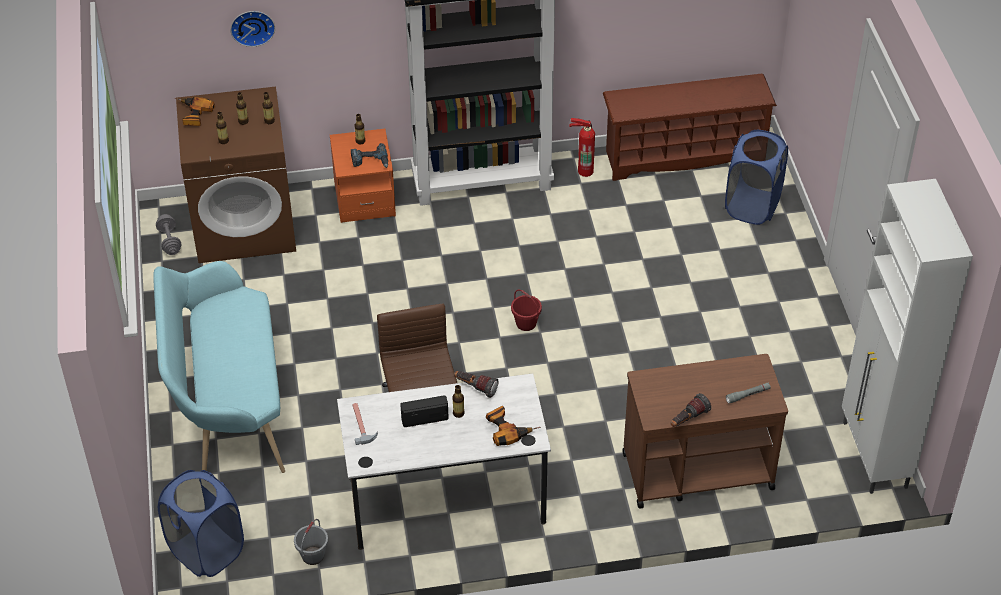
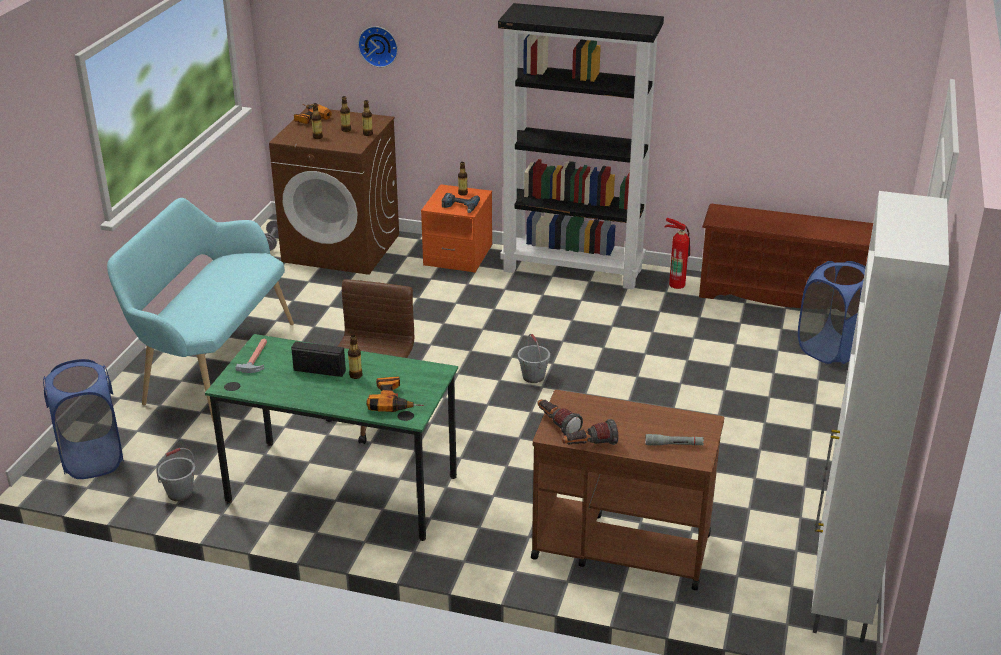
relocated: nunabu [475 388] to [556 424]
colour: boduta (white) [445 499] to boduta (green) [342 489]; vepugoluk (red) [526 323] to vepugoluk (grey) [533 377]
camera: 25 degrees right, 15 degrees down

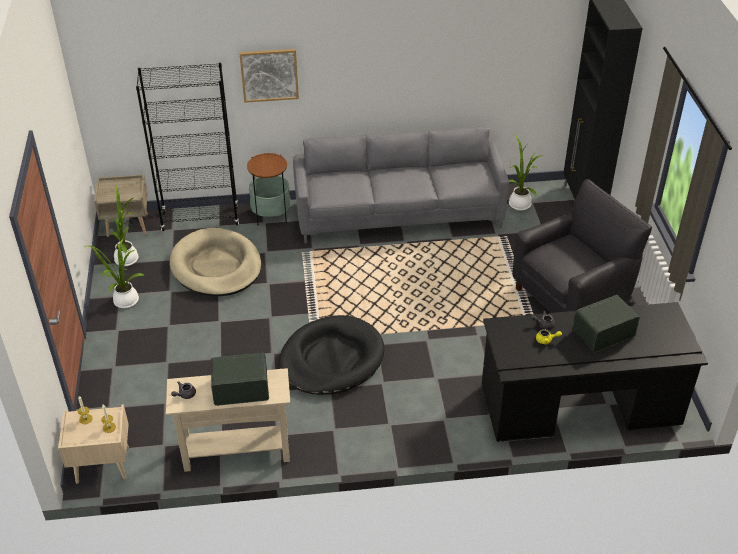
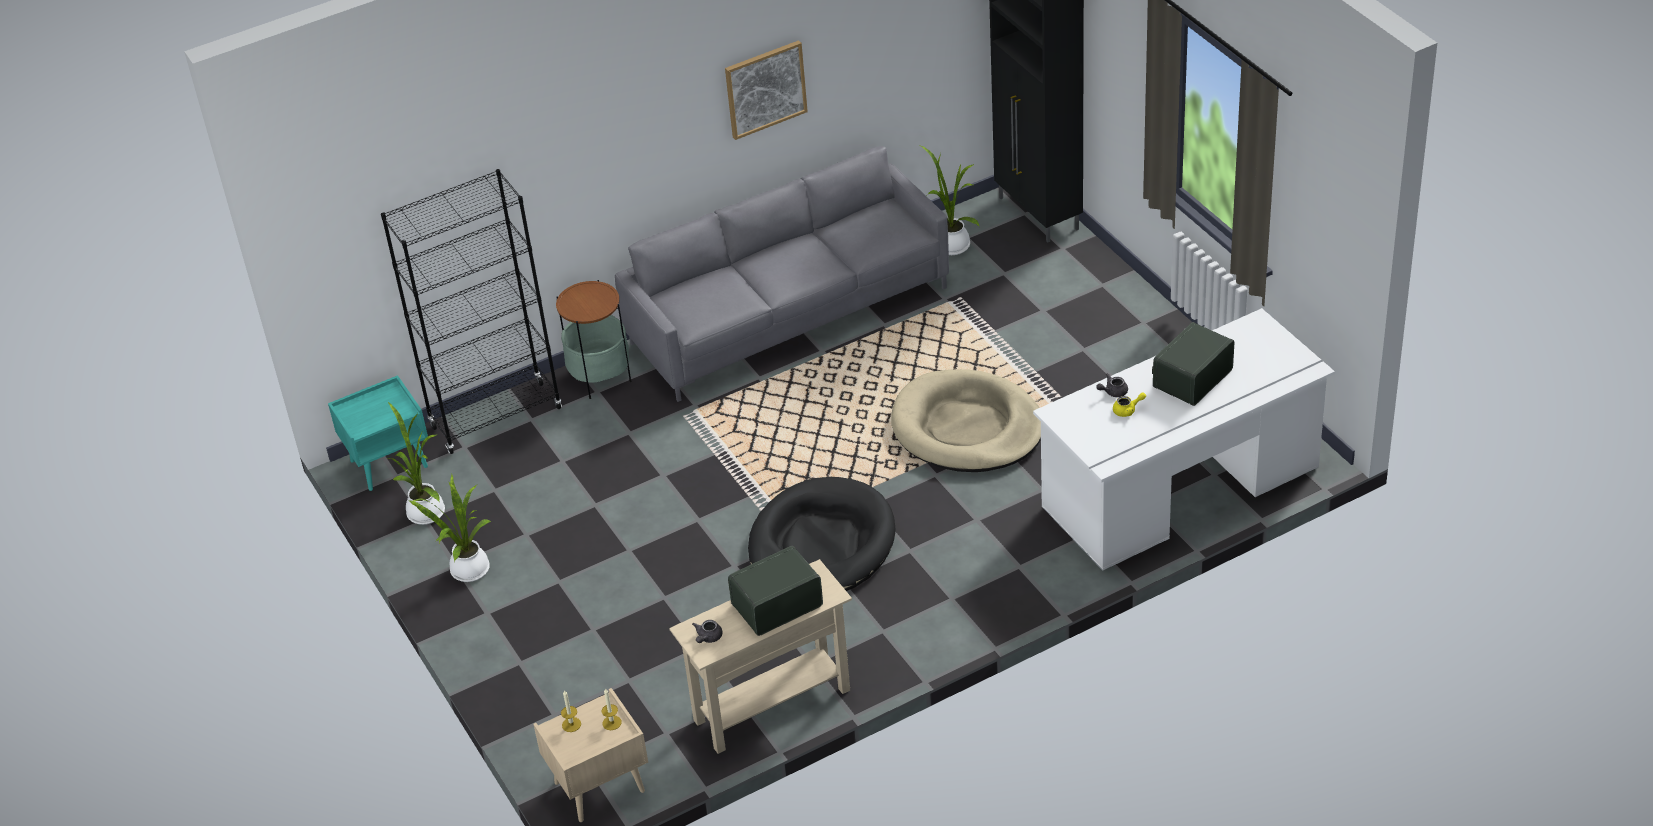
missing: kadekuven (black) [572 297]
relocated: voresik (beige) [216 266] to [967 427]; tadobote [269 75] to [765 89]
colour: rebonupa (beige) [128 225] to rebonupa (turquoise) [389 463]; boduta (black) [580 405] to boduta (white) [1181 489]
camera: 20 degrees left, 0 degrees up

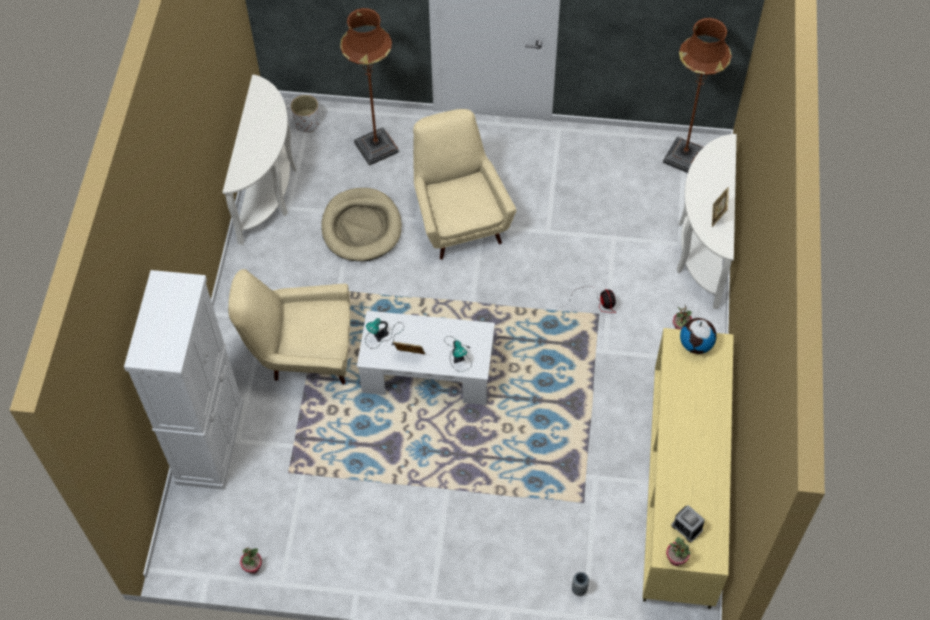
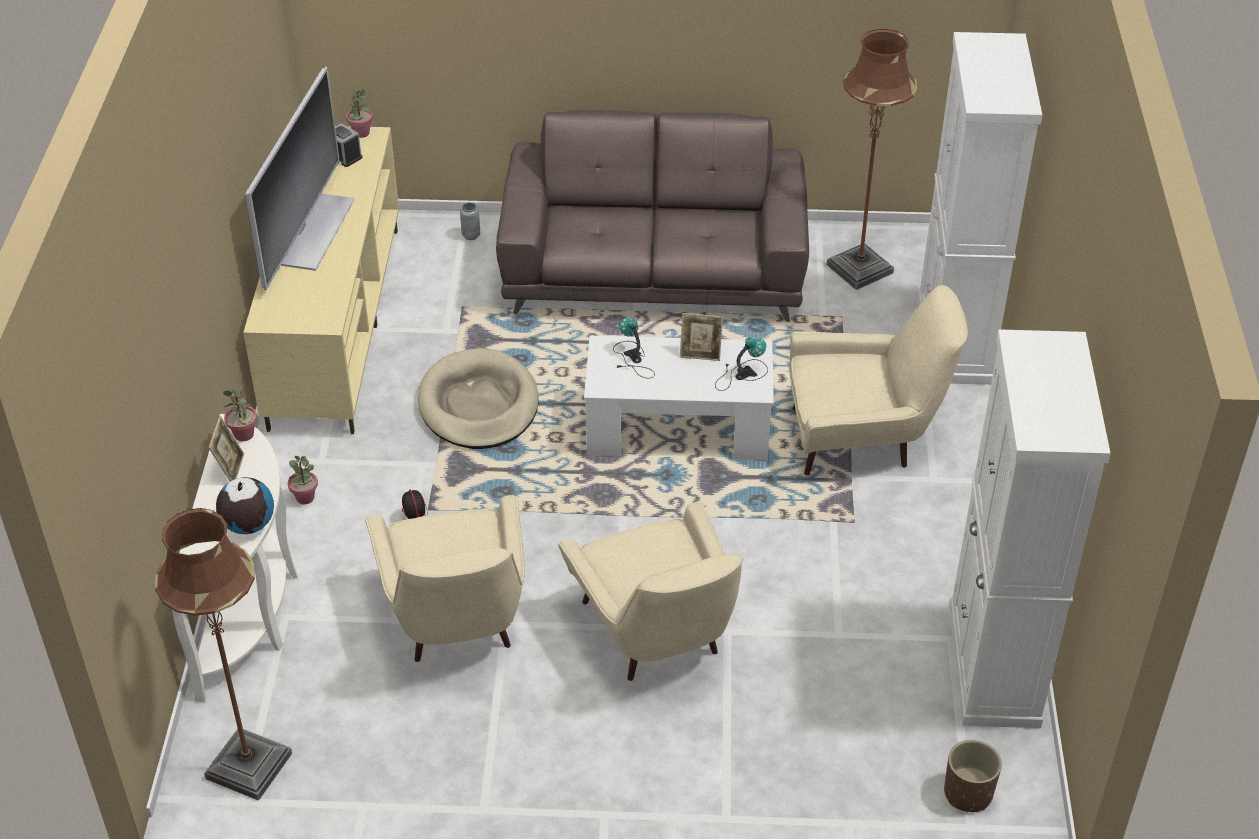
appeared: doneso [315 231]; kadekuven (beige) [457 623]; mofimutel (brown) [654 270]
relocated: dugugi [253 567] to [244 434]; voresik (beige) [361 227] to [478 405]; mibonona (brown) [376 147] to [860 269]; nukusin [696 344] to [248 525]
exchanged: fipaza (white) [270 190] to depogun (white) [993 665]
colour: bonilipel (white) [307 123] to bonilipel (brown) [968 793]
camera: 175 degrees right, 15 degrees down

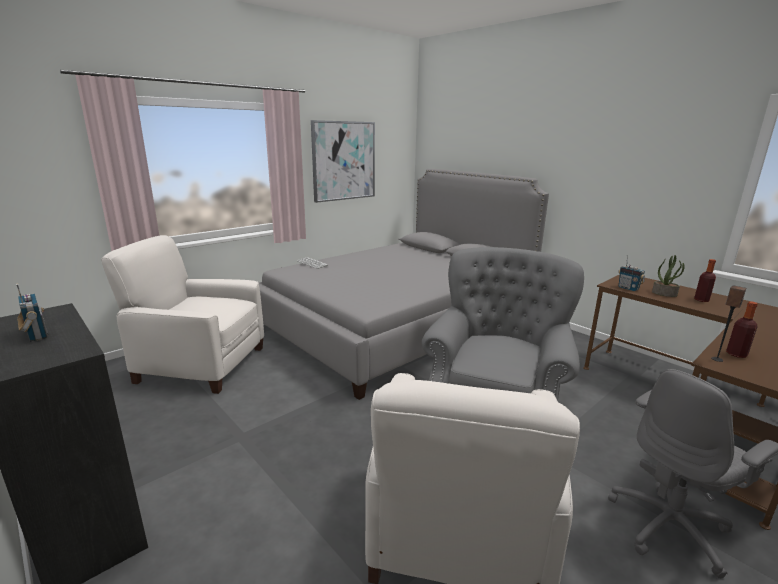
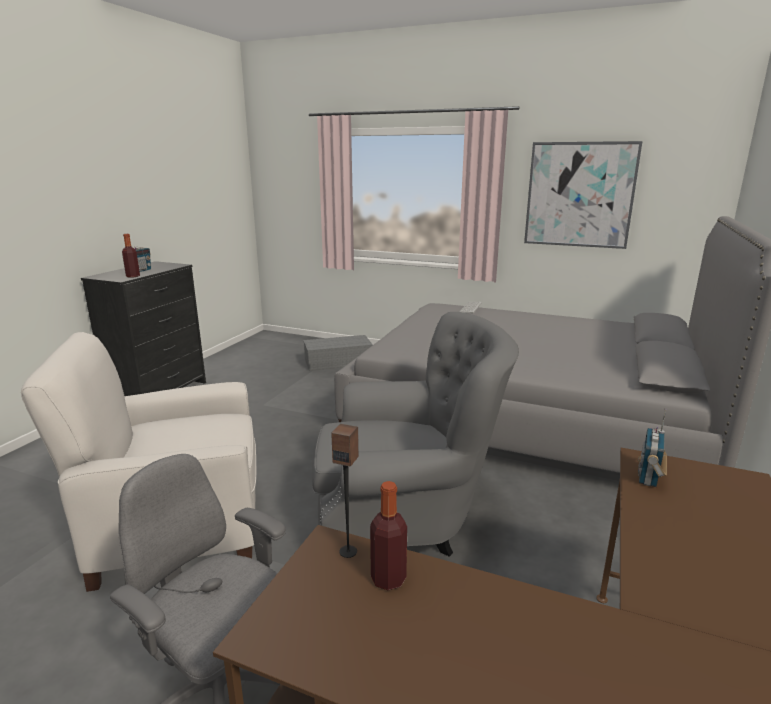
missing: dugugi [664 294]
relocated: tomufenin [701 300] to [133 276]
exchanged: kadekuven (white) [200 364] to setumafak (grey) [339 362]
camera: 65 degrees right, 0 degrees up

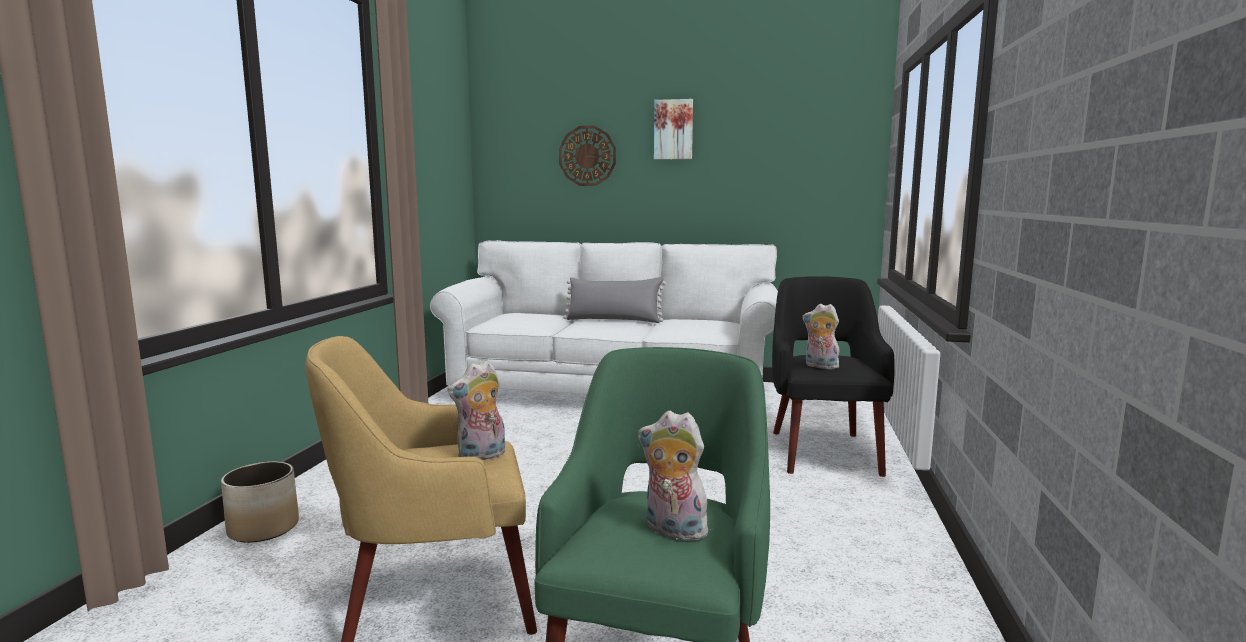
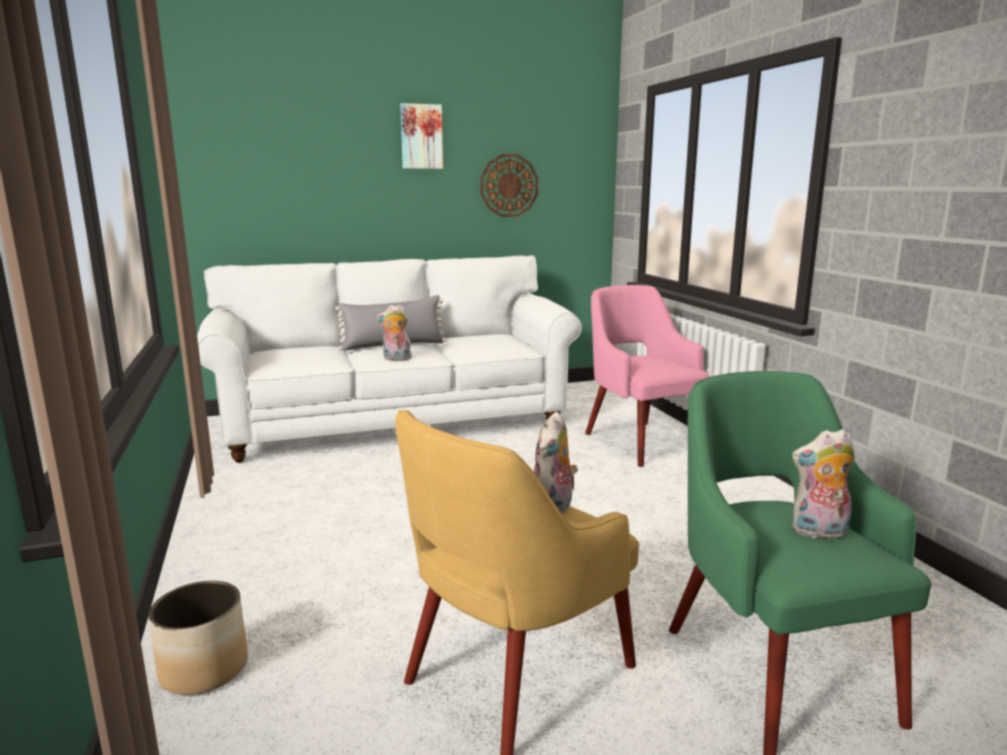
relocated: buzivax [587 156] to [509 185]; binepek [820 366] to [396 359]
colour: kadekuven (black) [823 451] to kadekuven (pink) [641 441]
camera: 30 degrees left, 5 degrees up

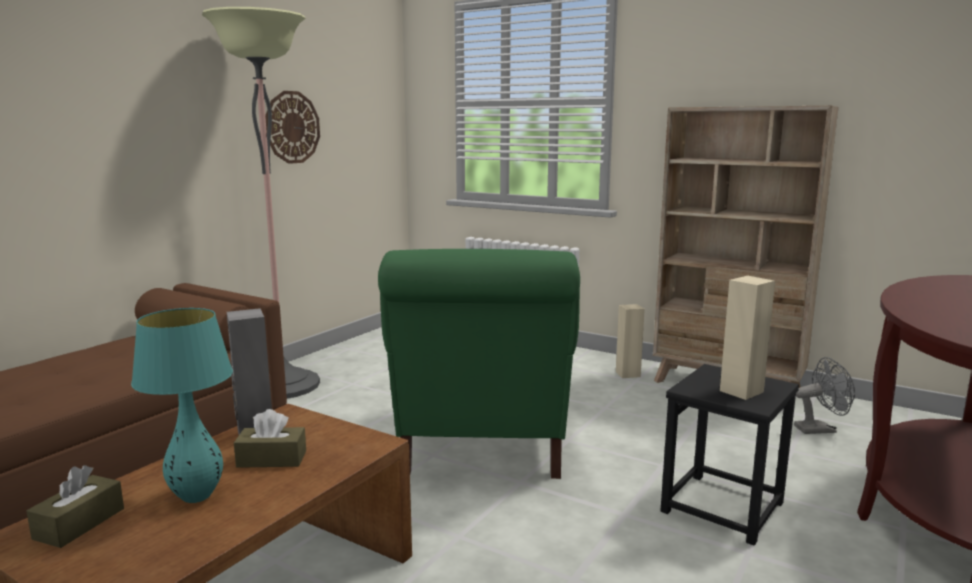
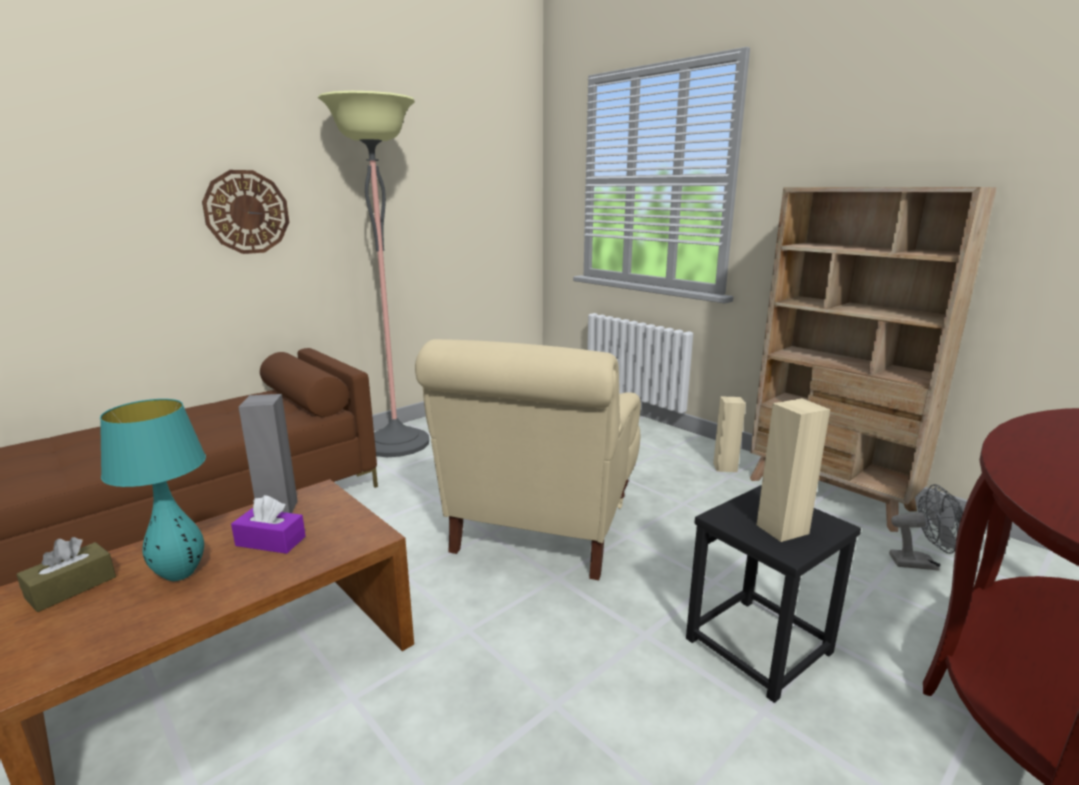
relocated: buzivax [292 127] to [247 212]
colour: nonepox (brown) [272 459] to nonepox (purple) [270 541]; kadekuven (green) [482 444] to kadekuven (beige) [540 529]
camera: 15 degrees right, 5 degrees up

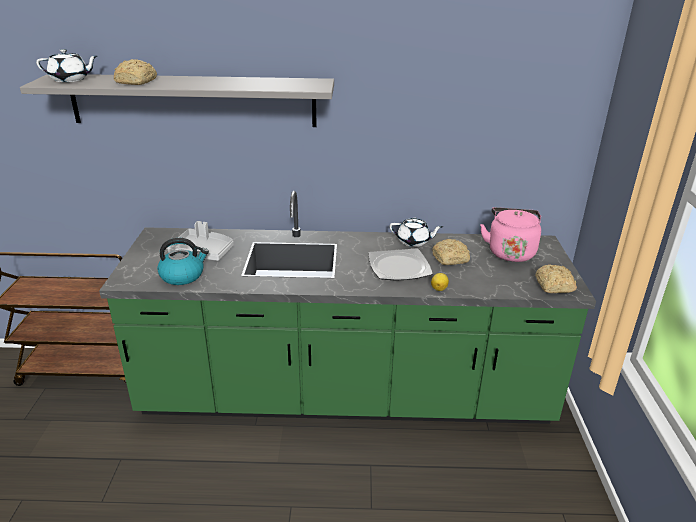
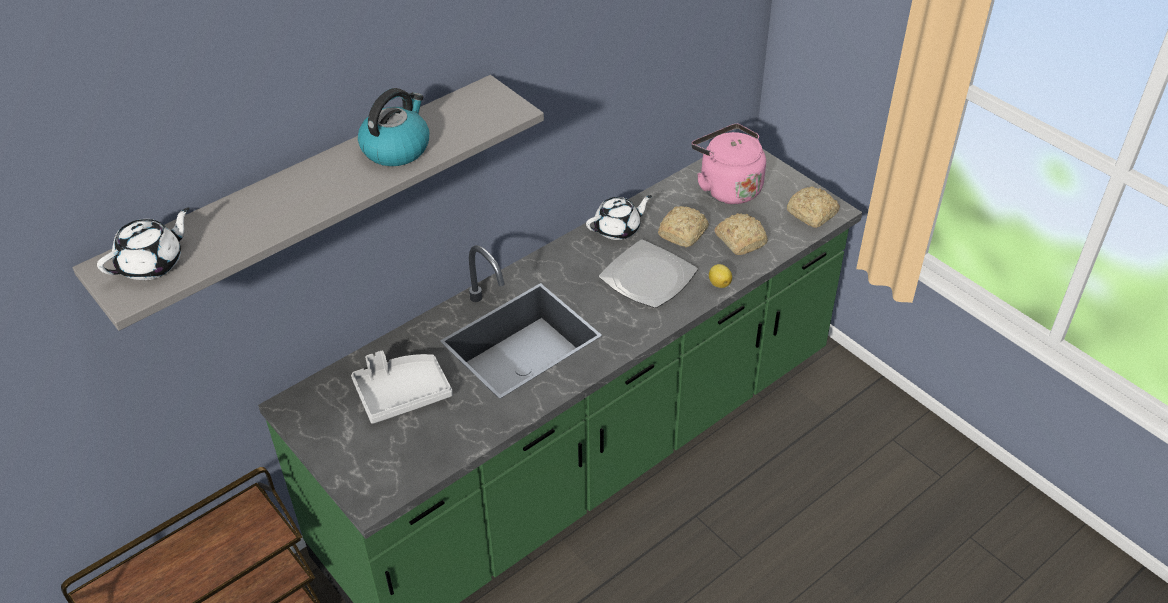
relocated: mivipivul [137 81] to [740 240]; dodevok [183 275] to [396 148]
camera: 40 degrees left, 15 degrees up

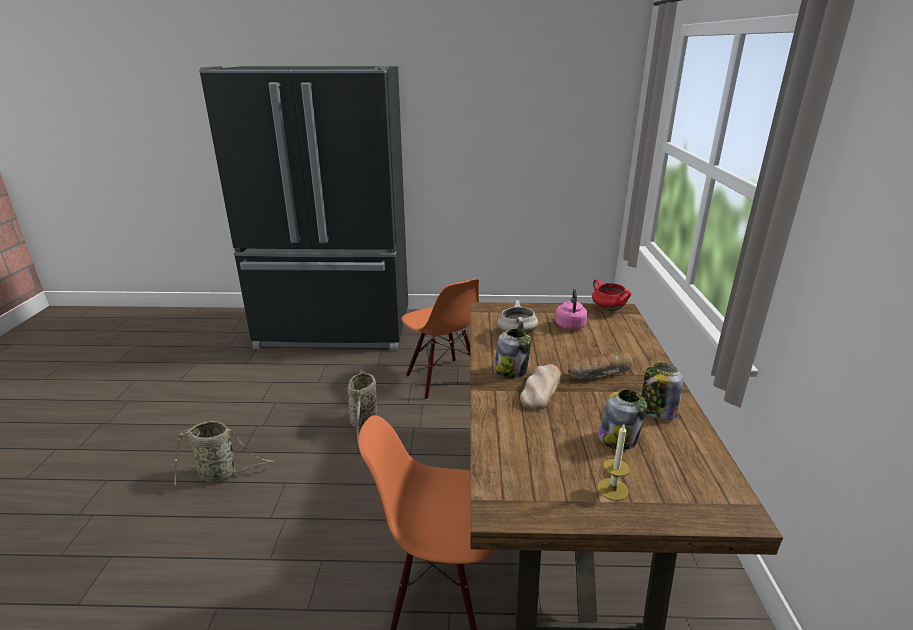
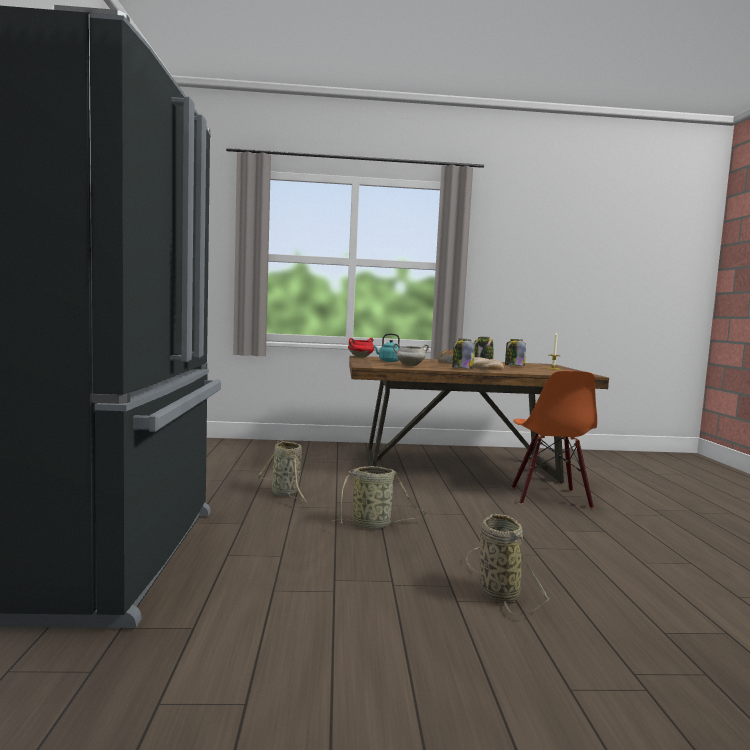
exchanged: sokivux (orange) [442 379] to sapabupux [286 494]
colour: dodevok (pink) [570 324] to dodevok (turquoise) [388 361]
camera: 95 degrees left, 20 degrees down

